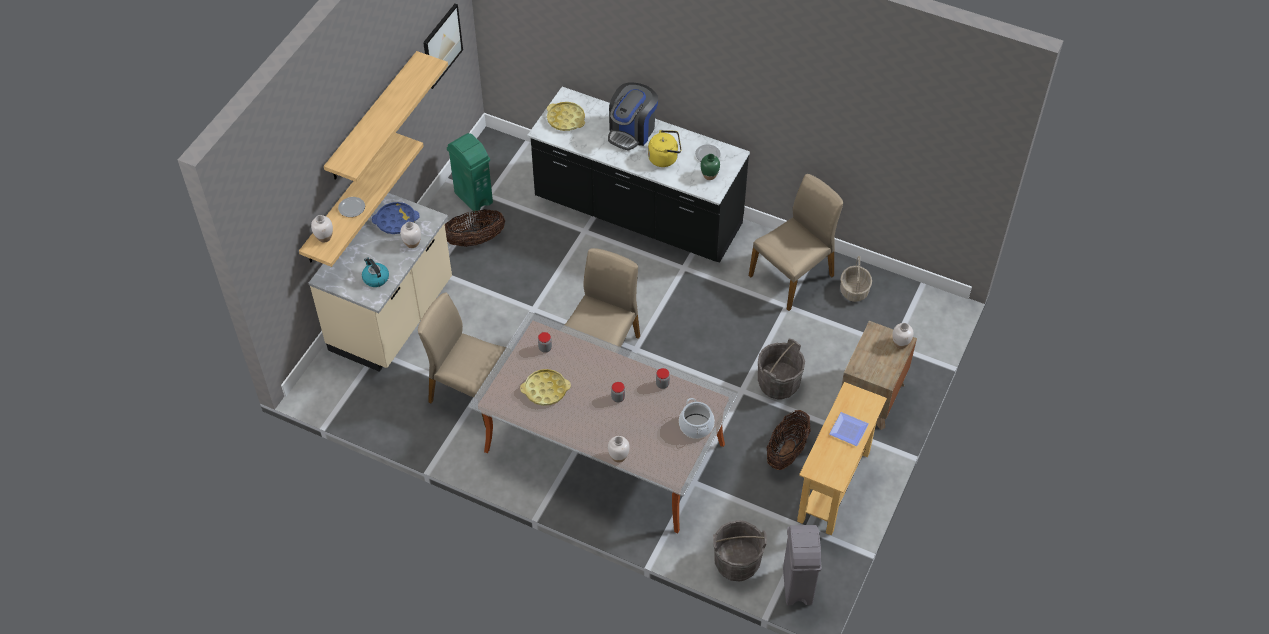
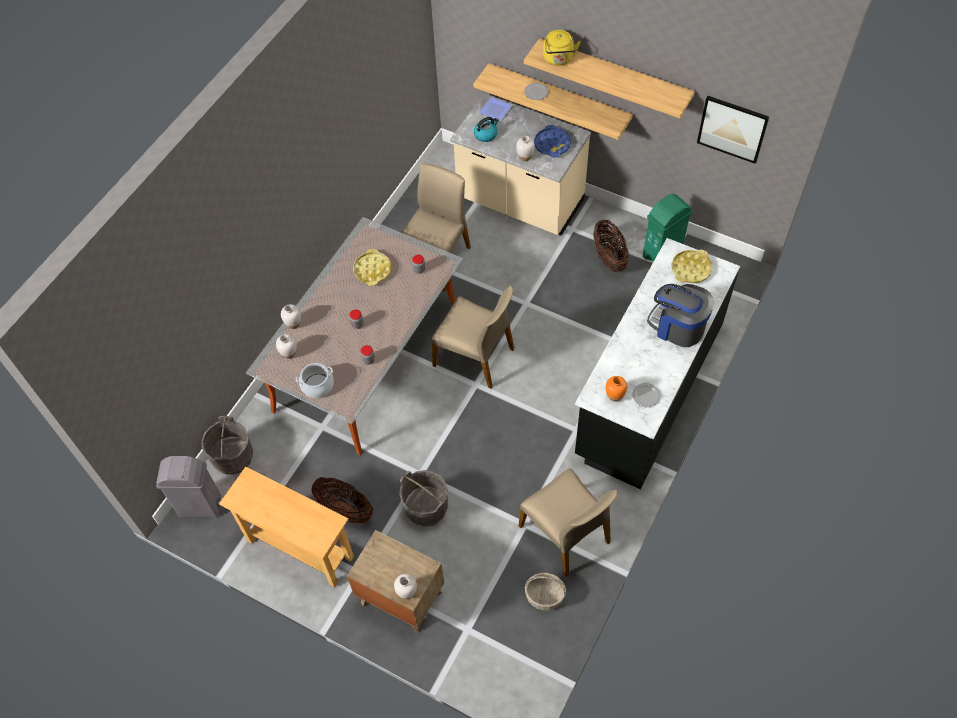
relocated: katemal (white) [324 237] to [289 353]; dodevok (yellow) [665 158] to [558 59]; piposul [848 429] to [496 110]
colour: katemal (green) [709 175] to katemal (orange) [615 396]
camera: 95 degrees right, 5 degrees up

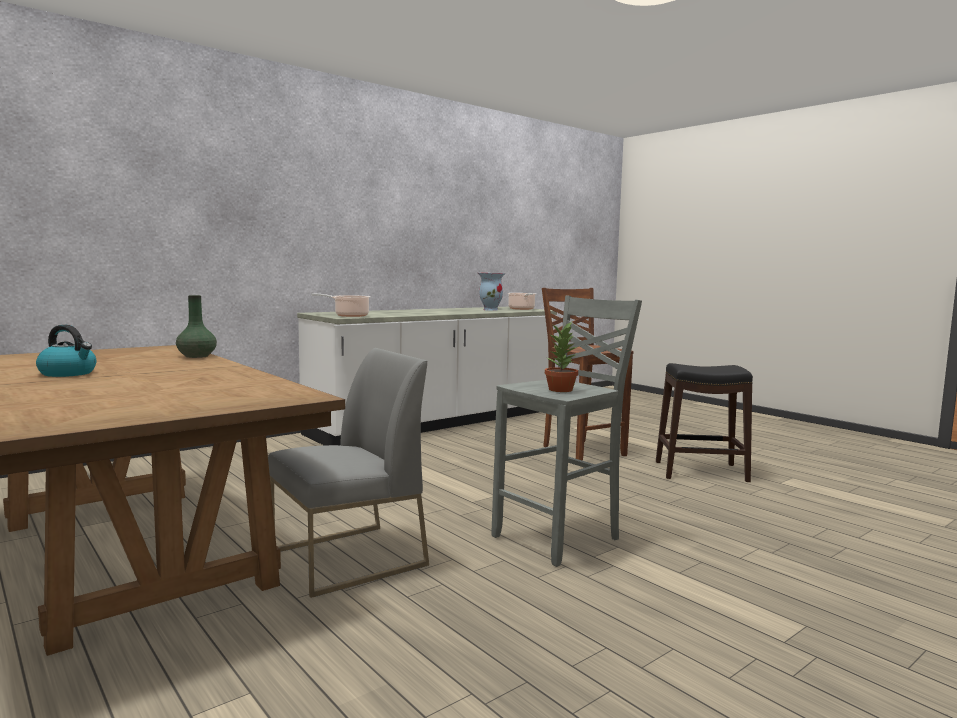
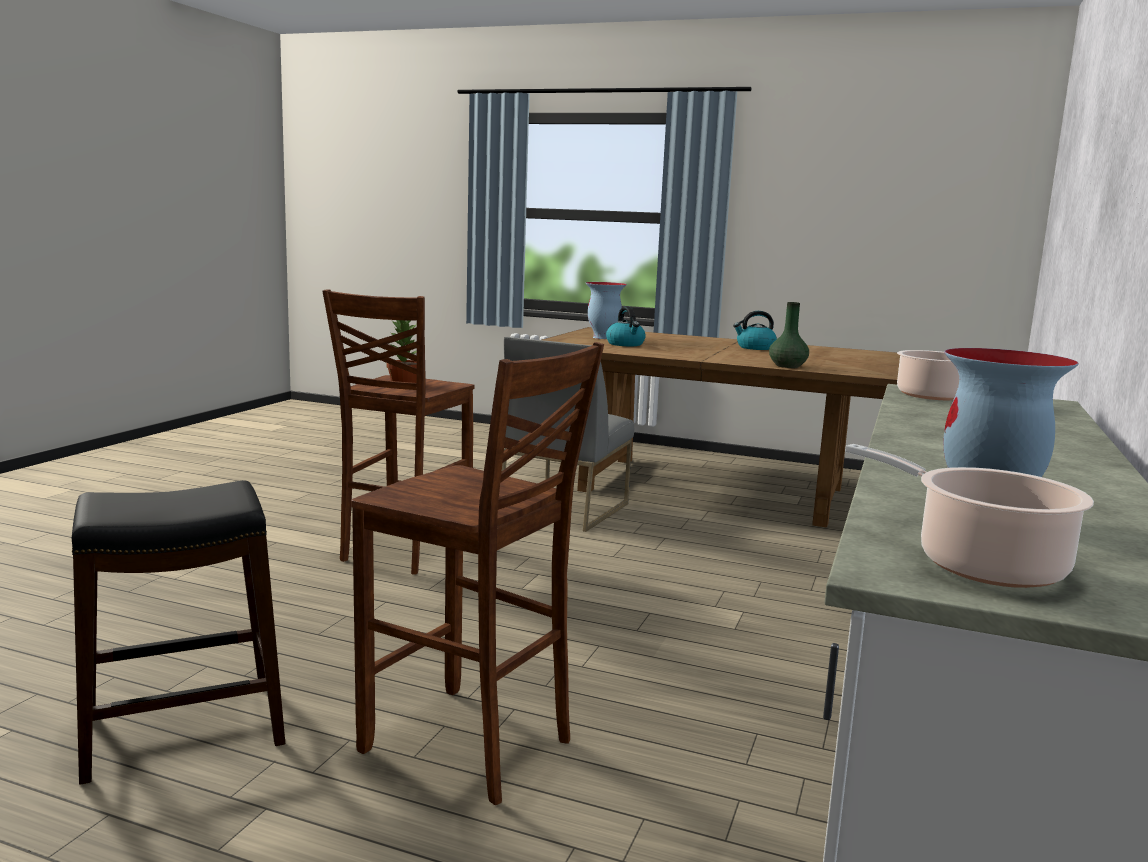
appeared: katemal [603 337]; dodevok [625 344]
colour: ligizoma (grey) [560 538] to ligizoma (brown) [402 551]
camera: 150 degrees right, 5 degrees up

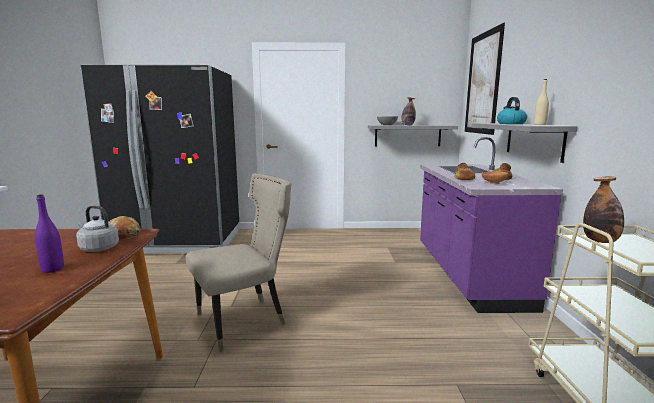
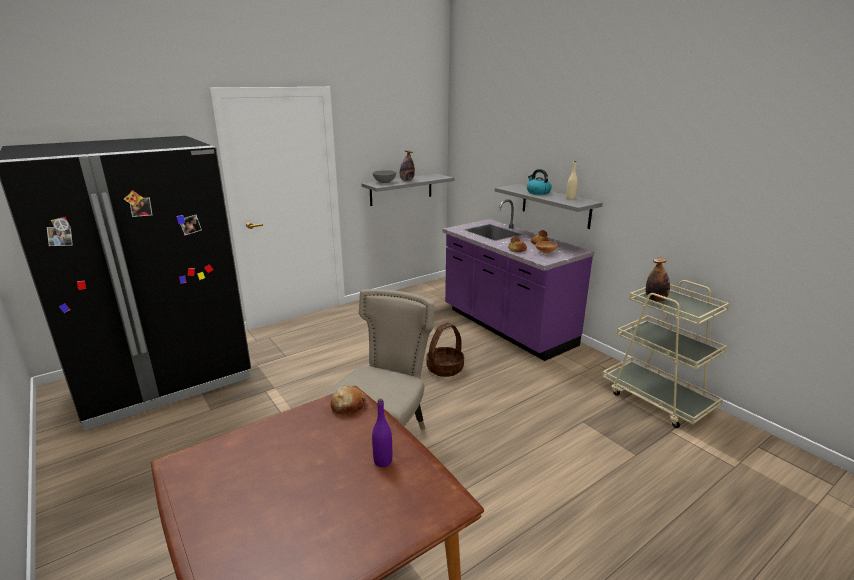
missing: dodevok (grey) [98 248]; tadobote [482 83]
appeared: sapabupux [445 368]
camera: 35 degrees left, 10 degrees up

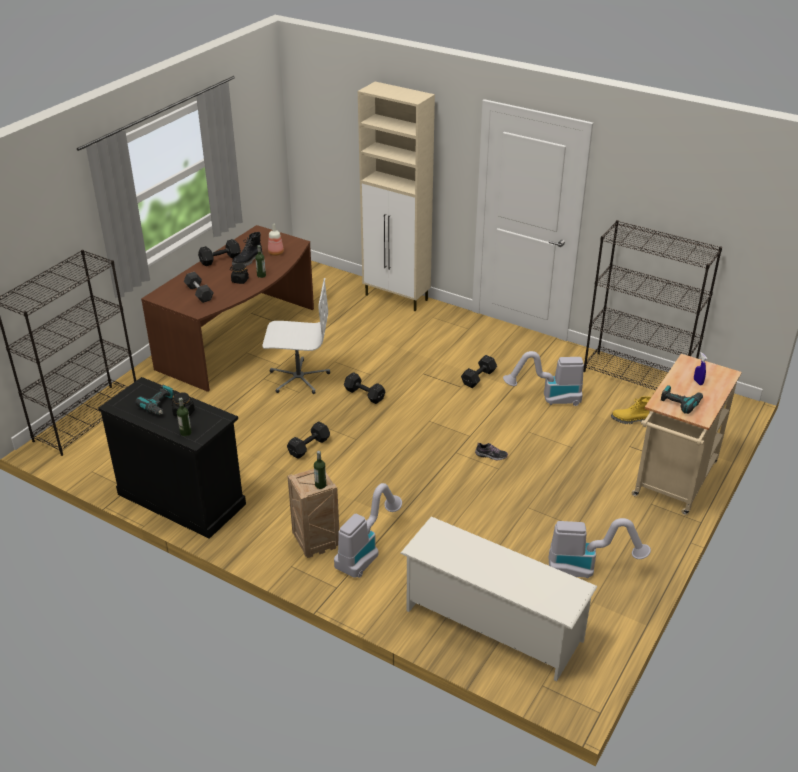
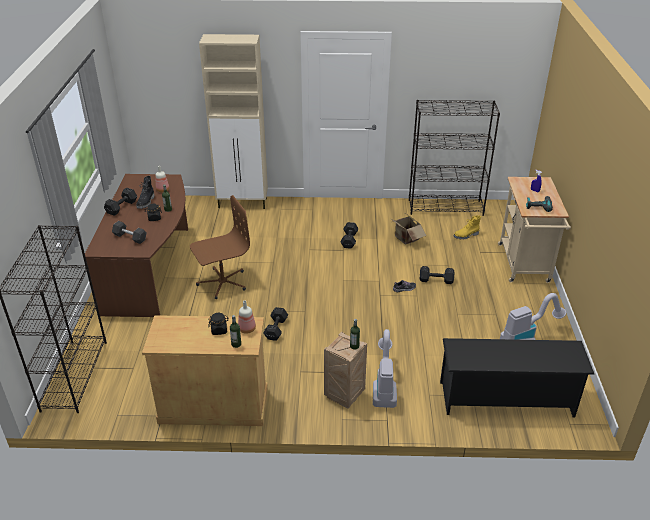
missing: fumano [159 405]
appeared: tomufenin [247 329]
relocated: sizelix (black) [365 395] to [437 280]
exchanged: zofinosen [548 399] to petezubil [405 239]
colour: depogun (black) [182 499] to depogun (beige) [214 405]; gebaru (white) [298 378] to gebaru (brown) [222 282]; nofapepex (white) [492 625] to nofapepex (black) [506 399]
camera: 30 degrees left, 0 degrees up

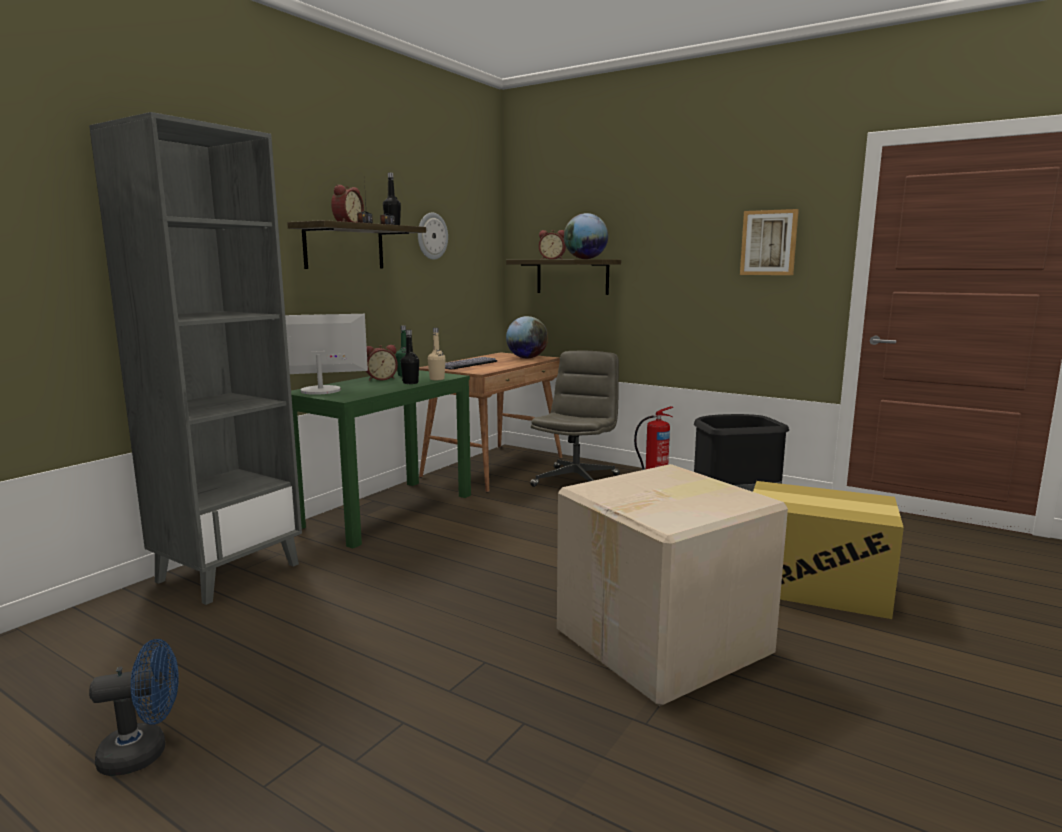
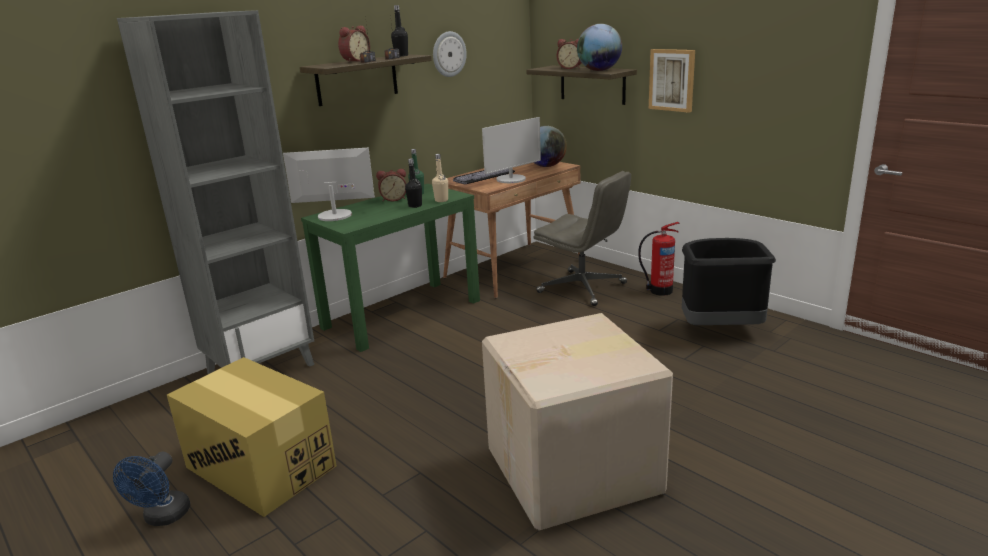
appeared: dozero [511 179]
relocated: tadobote [769 243] to [672 80]; petezubil [815 585] to [261 467]
spun: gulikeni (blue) [144 753] = [163 517] 105 degrees clockwise; gebaru (grey) [576 480] = [583 288] 90 degrees clockwise
camera: 15 degrees right, 10 degrees up

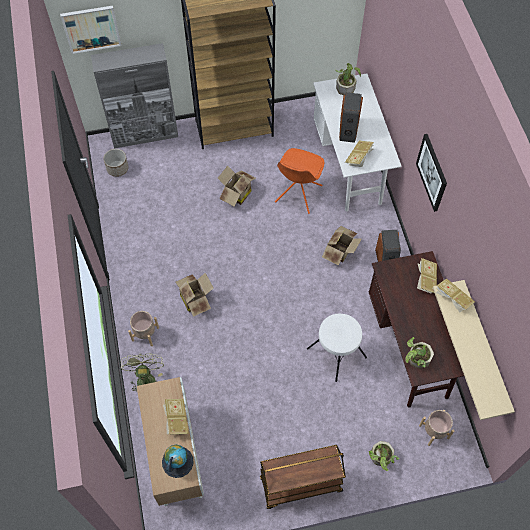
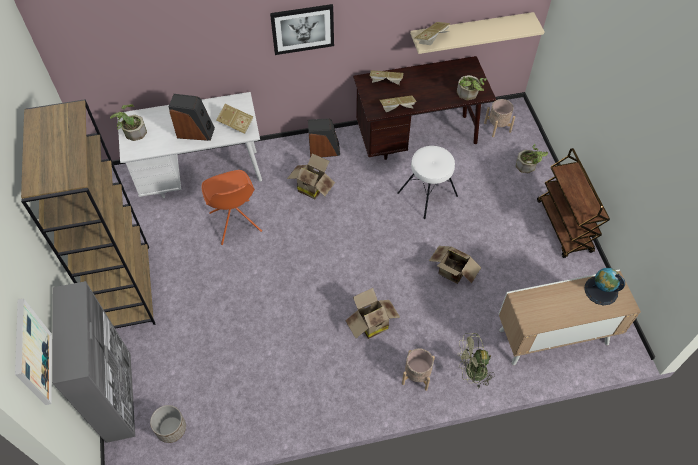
relocated: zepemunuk [176 420] to [397 109]; petezubil [236 194] to [452 273]
spun: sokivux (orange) [298 194] = [235 223] 45 degrees clockwise
camera: 90 degrees left, 5 degrees down

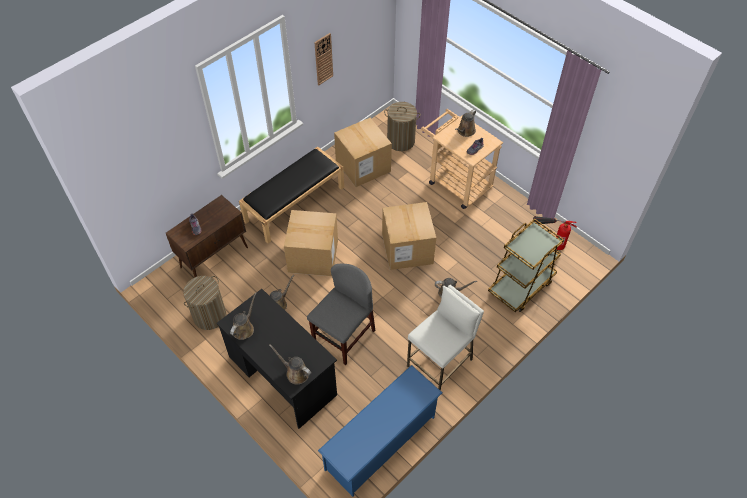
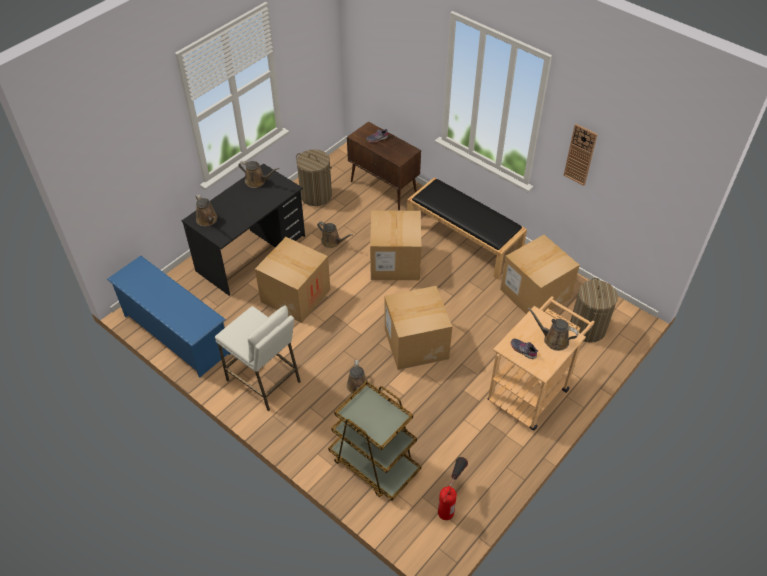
exchanged: sokivux (grey) [344 337] to petezubil [295 296]
spun: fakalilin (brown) [295 372] = [208 220] 120 degrees clockwise
camera: 85 degrees right, 5 degrees down

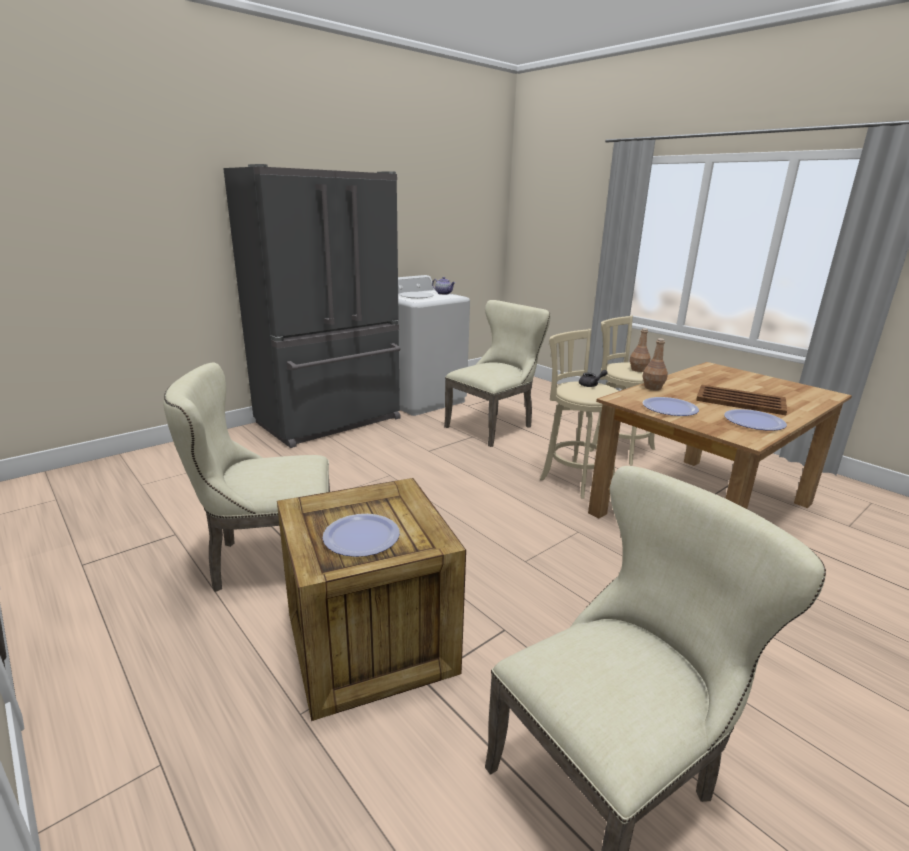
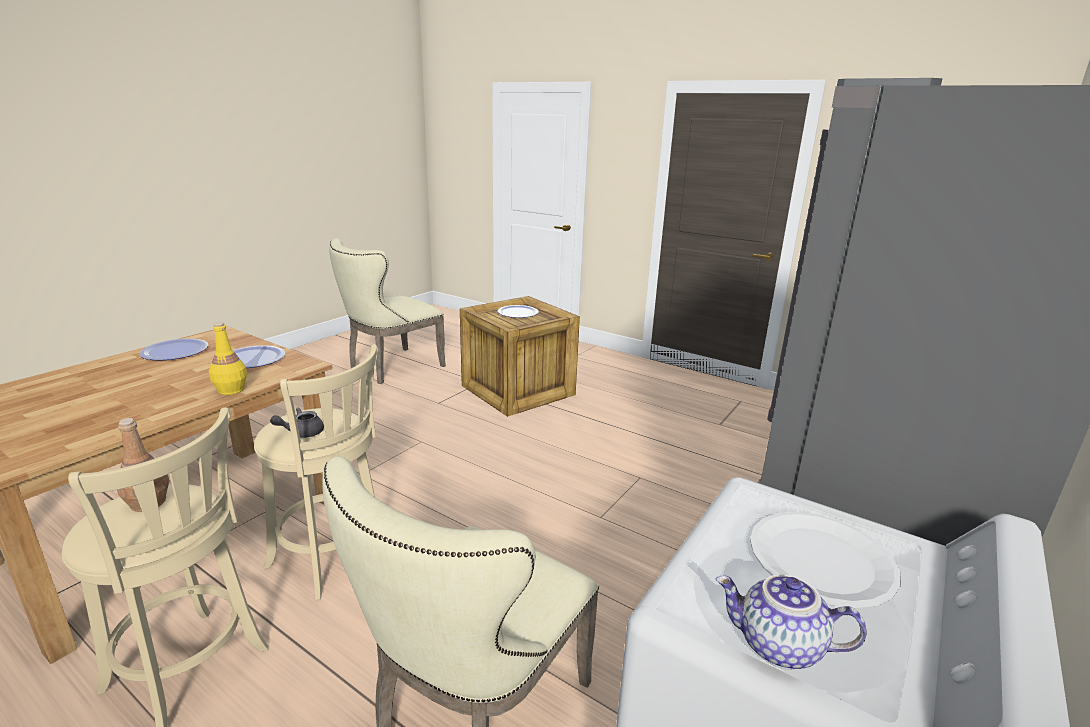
missing: sokivux (beige) [267 561]; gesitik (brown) [739 400]
colour: tomufenin (brown) [653 387] to tomufenin (yellow) [230 390]
camera: 165 degrees right, 0 degrees up

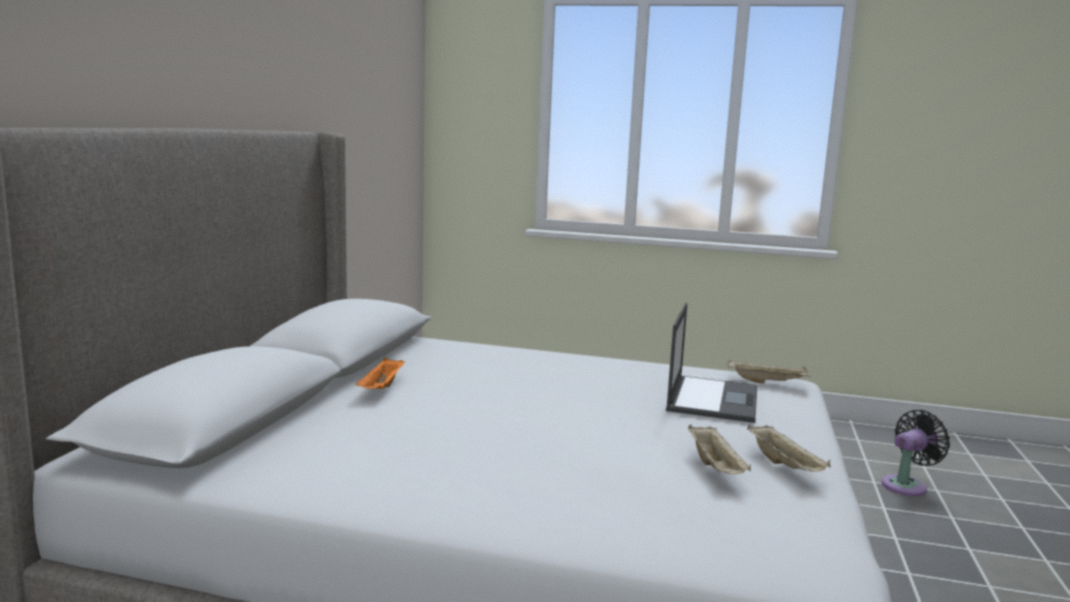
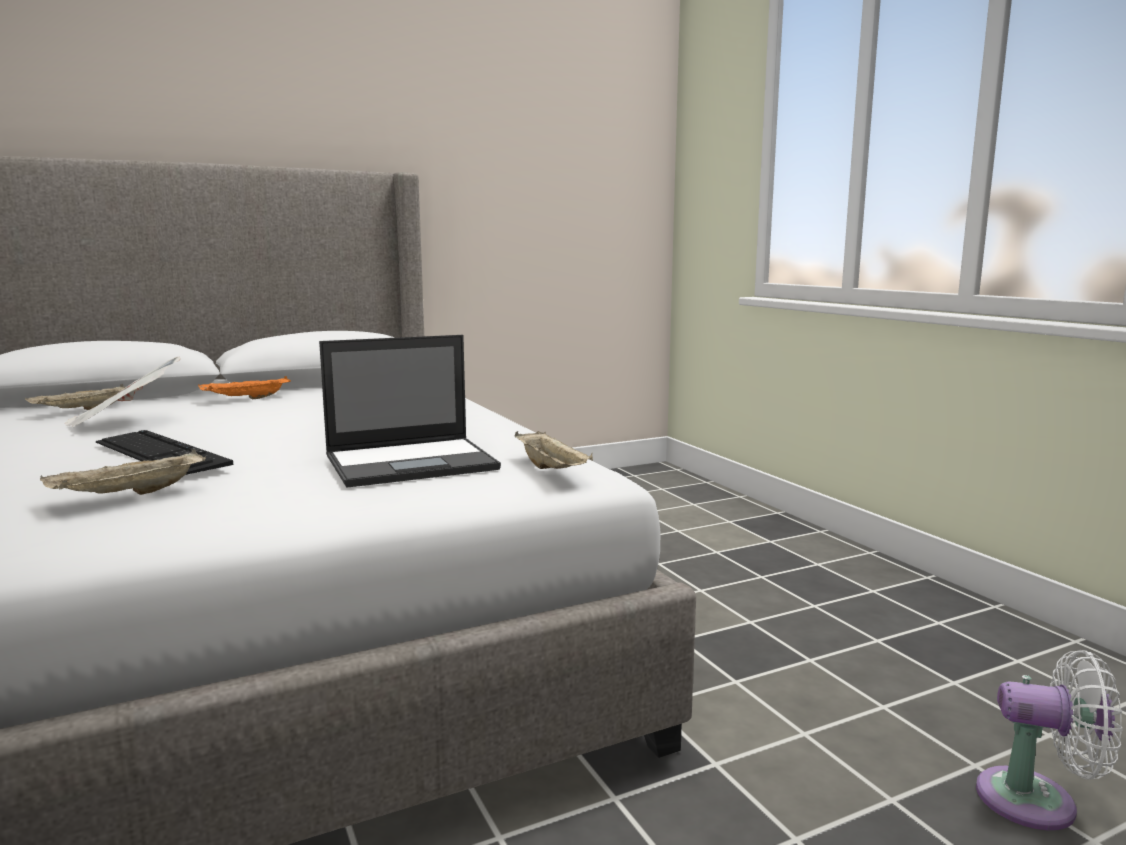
appeared: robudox [124 422]; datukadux [160 453]
relocated: gesitik (beige) [785 466] to [82 411]
colour: gulikeni (black) [907 485] to gulikeni (white) [1037 801]
camera: 50 degrees right, 0 degrees up

